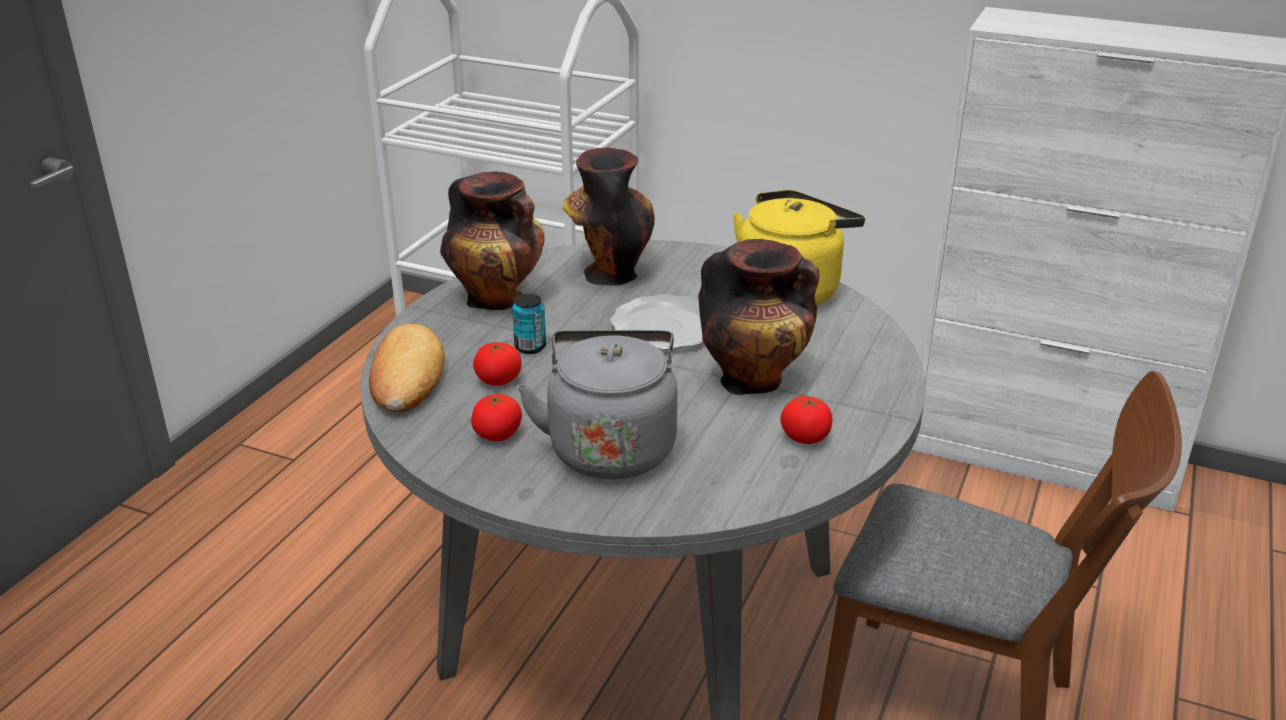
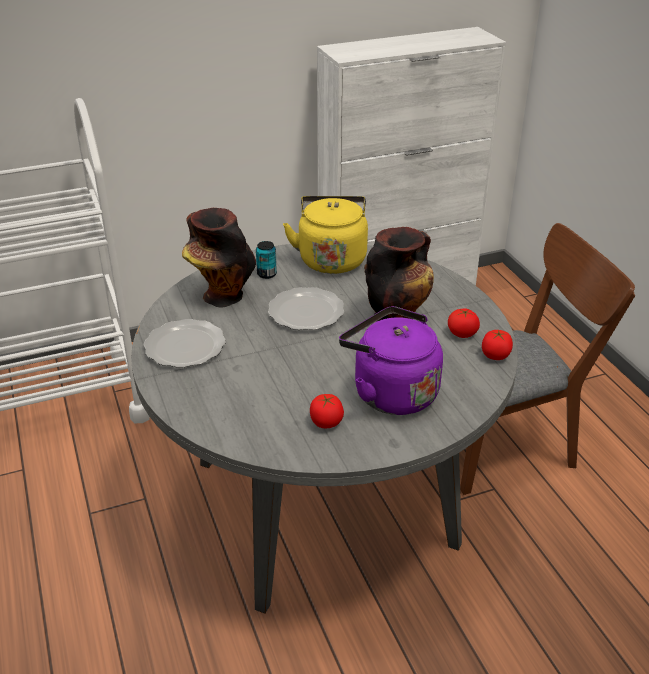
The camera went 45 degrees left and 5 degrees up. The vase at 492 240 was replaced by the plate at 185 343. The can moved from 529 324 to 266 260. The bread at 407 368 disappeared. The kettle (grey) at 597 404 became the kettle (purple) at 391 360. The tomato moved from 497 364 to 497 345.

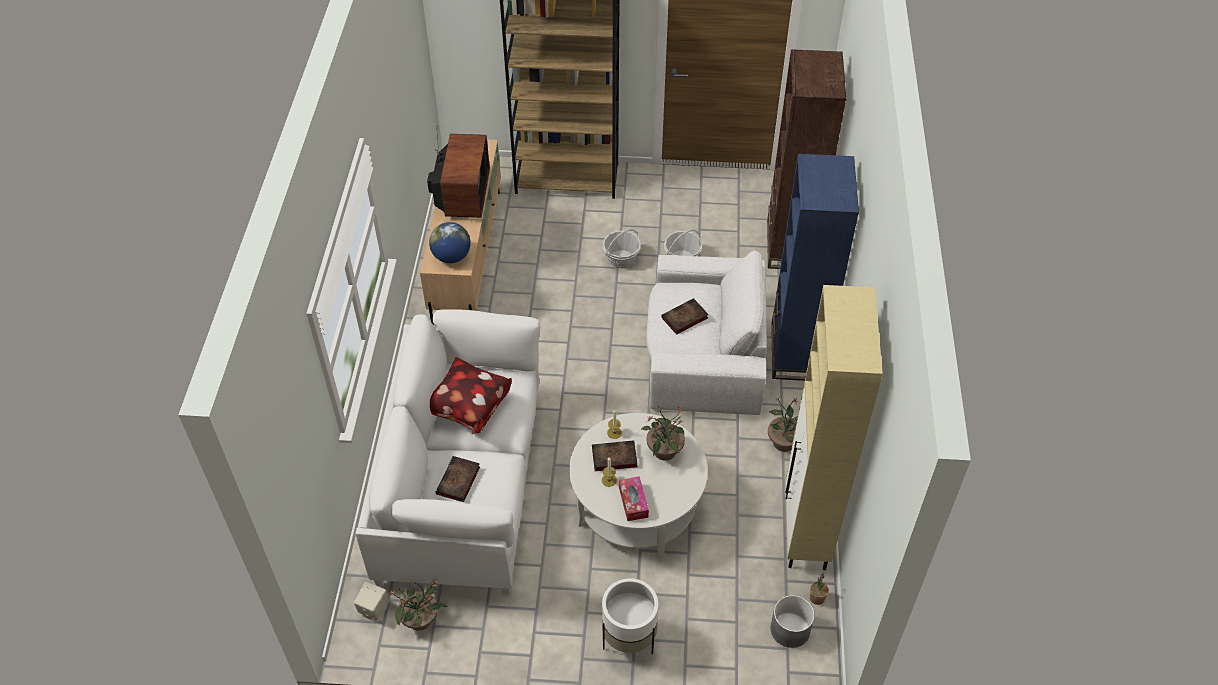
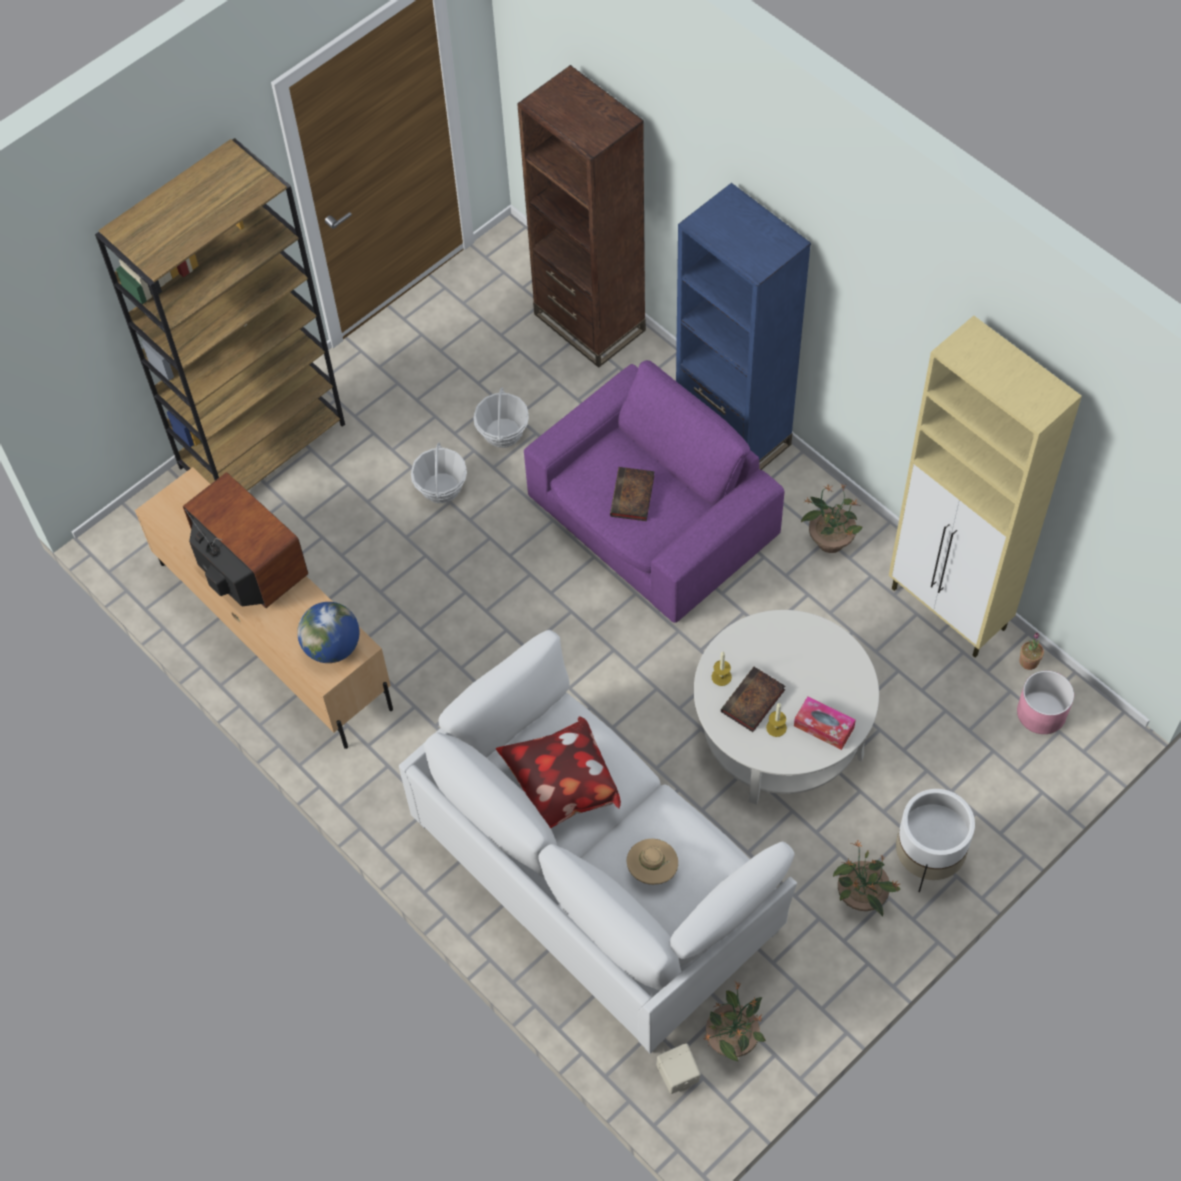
The camera went 45 degrees left and 10 degrees up. The armchair (white) at 706 332 became the armchair (purple) at 654 491. The potted plant moved from 663 433 to 867 878. The book at 458 479 was replaced by the hat (beige) at 652 862. The planter (grey) at 793 621 became the planter (pink) at 1045 702.

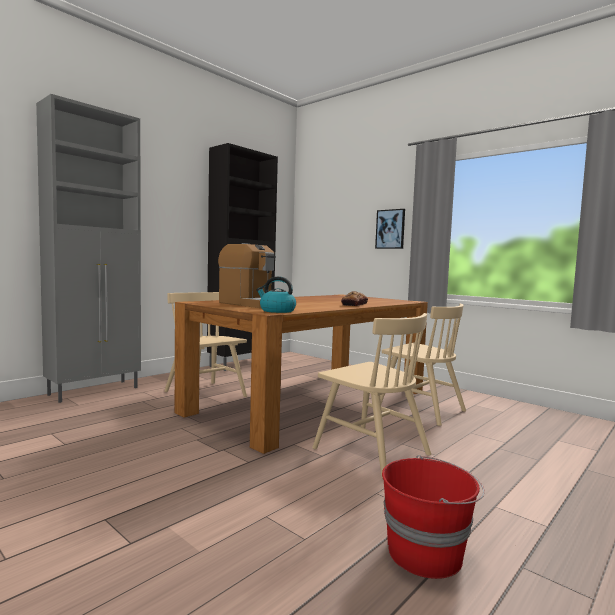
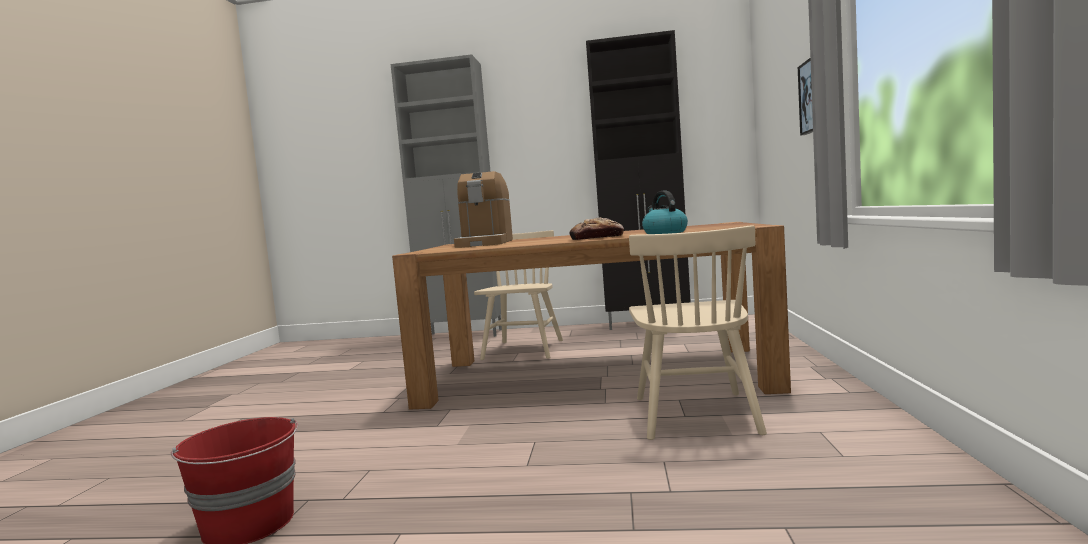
The camera went 55 degrees right and 0 degrees up. The kettle moved from 276 295 to 665 212. The chair (beige) at 371 395 disappeared.

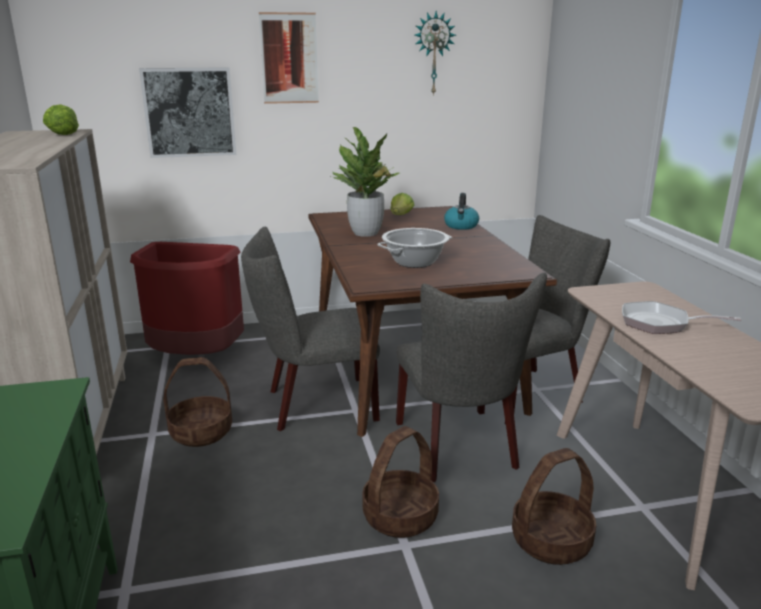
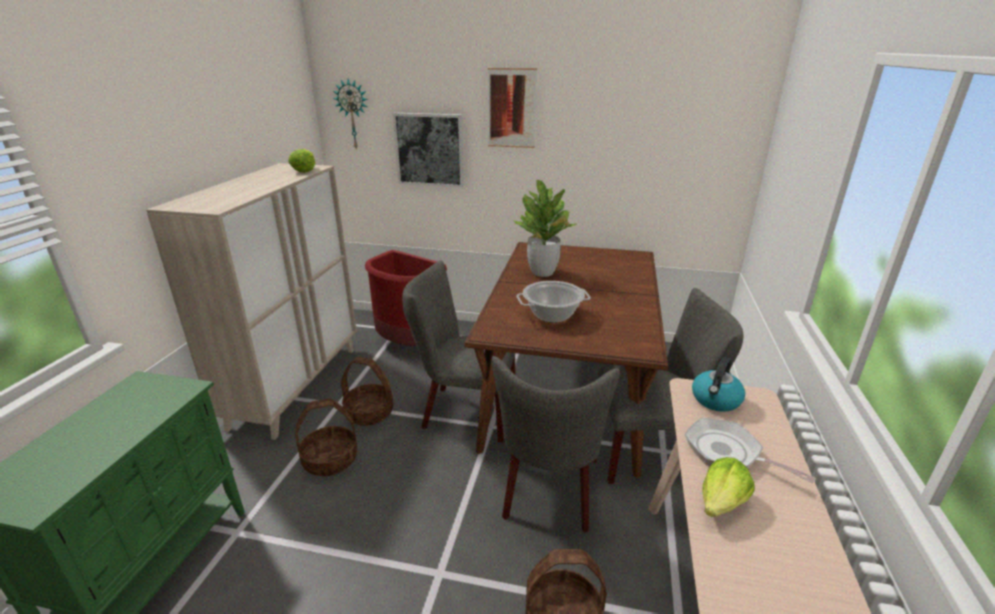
The camera went 25 degrees right and 5 degrees up. The wall clock moved from 435 53 to 350 114. The lettuce moved from 402 204 to 728 487. The kettle moved from 461 211 to 718 384. The basket moved from 400 482 to 326 437.

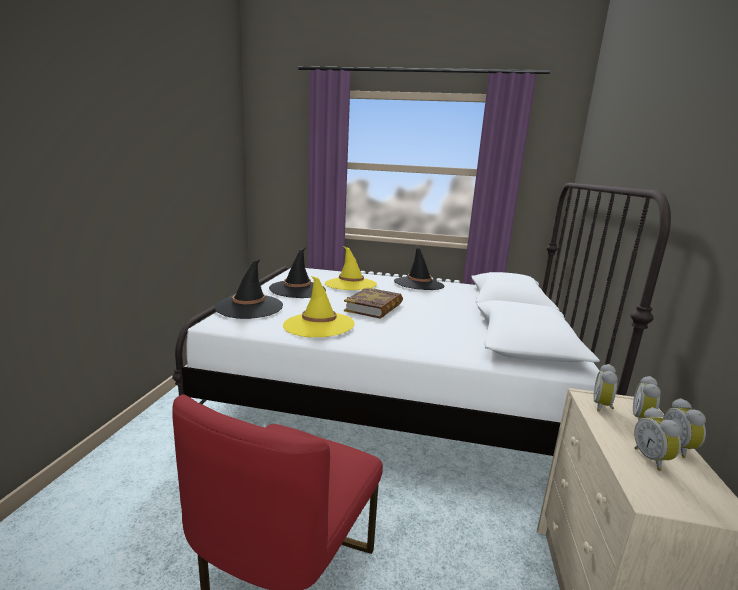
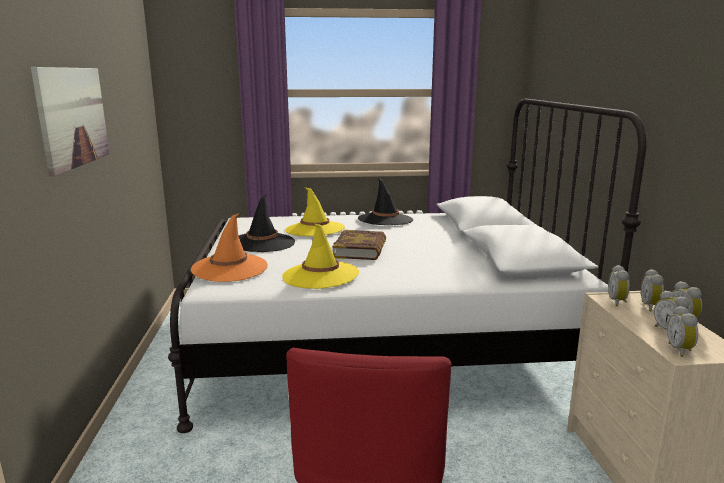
The camera went 15 degrees left and 0 degrees up. The hat (black) at 249 289 became the hat (orange) at 229 247. The picture at 70 121 appeared. The alarm clock at 682 331 appeared.

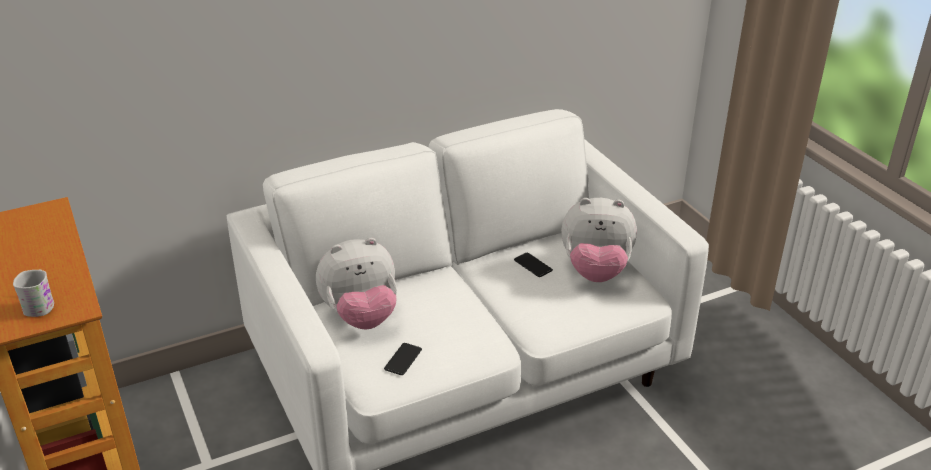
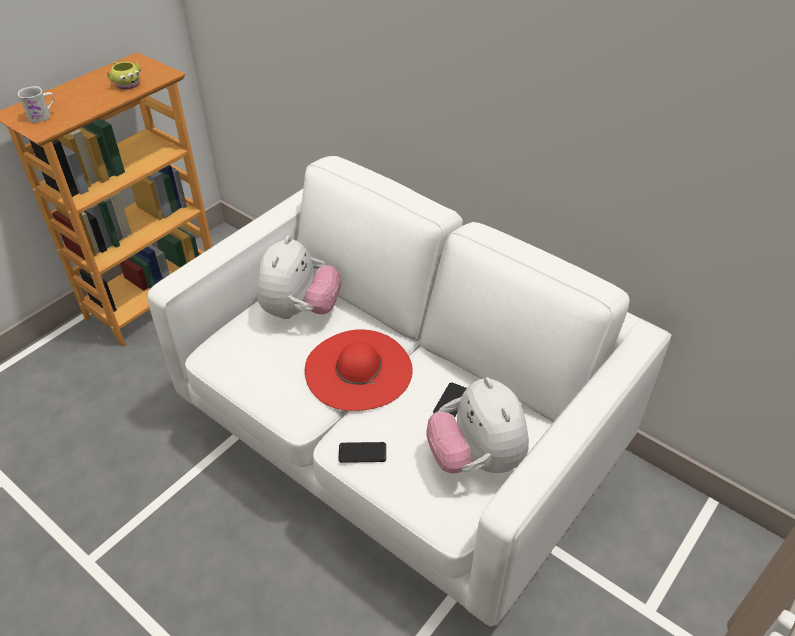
The camera went 65 degrees right and 10 degrees up. The plush toy at 356 283 turned 120 degrees counterclockwise. The phone moved from 403 359 to 362 452. The mug (yellow) at 124 75 appeared. The hat (red) at 359 370 appeared.

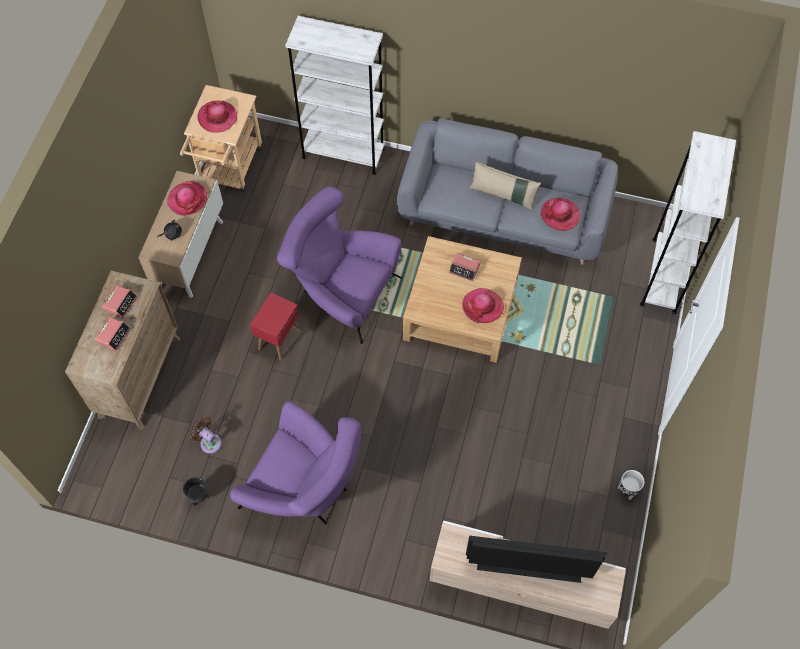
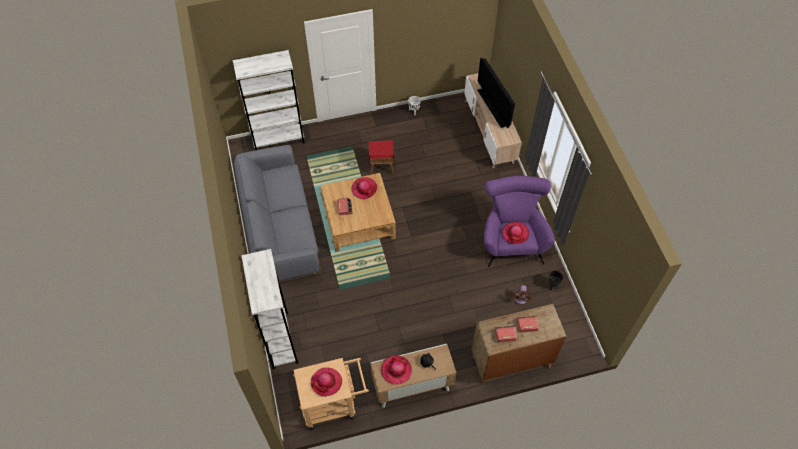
The camera went 120 degrees left and 5 degrees down. The pillow (beige) at 505 185 disappeared. The armchair (purple) at 339 265 disappeared. The hat moved from 560 214 to 515 233. The side table (red) moved from 275 326 to 381 157.

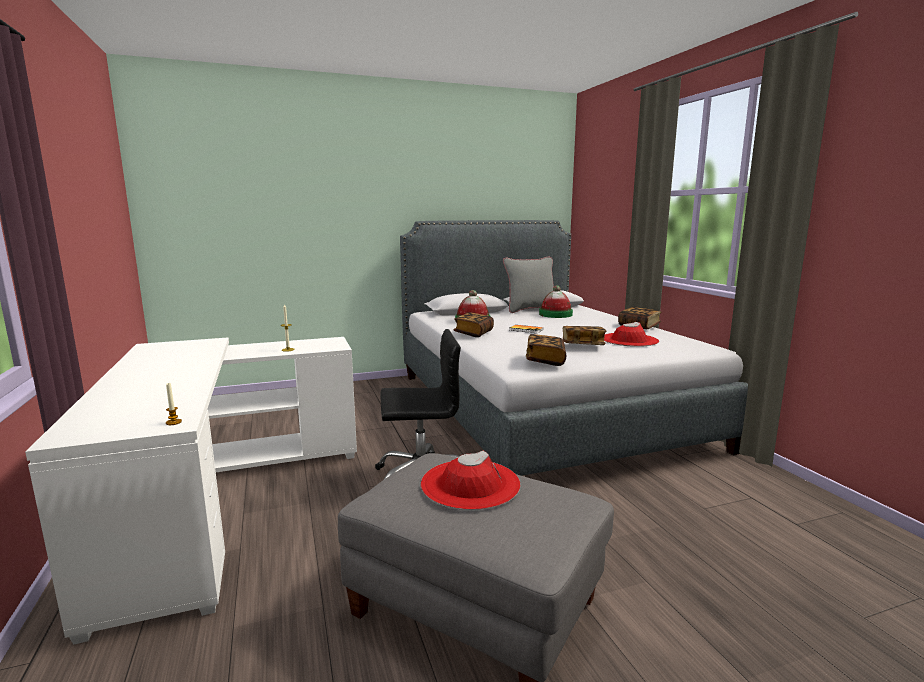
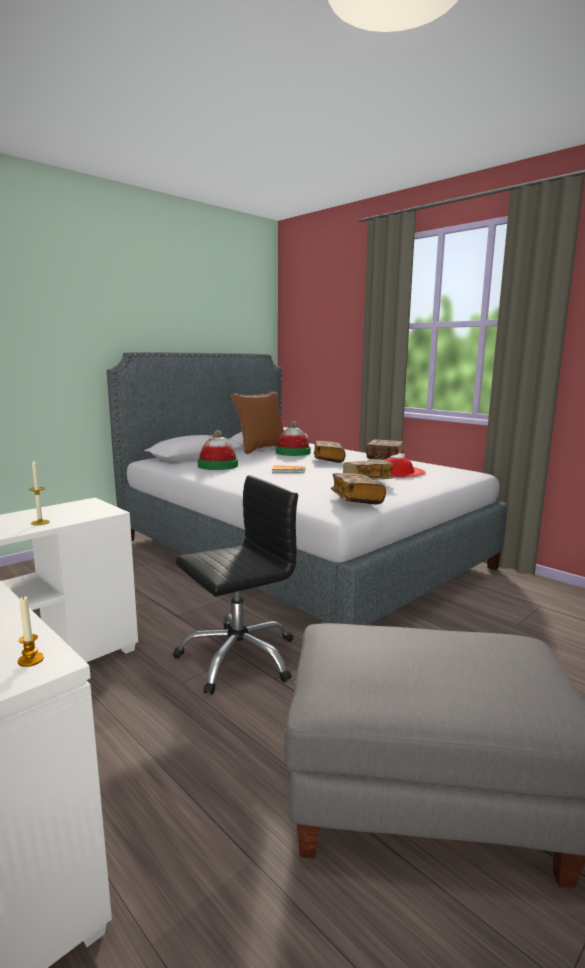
The camera went 25 degrees left and 0 degrees up. The pillow (grey) at 528 285 became the pillow (brown) at 257 423. The book moved from 474 325 to 330 452. The hat (red) at 471 480 disappeared.

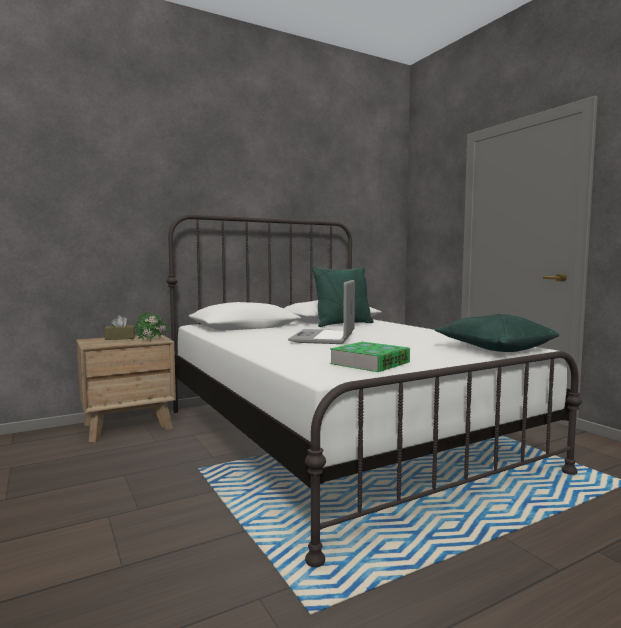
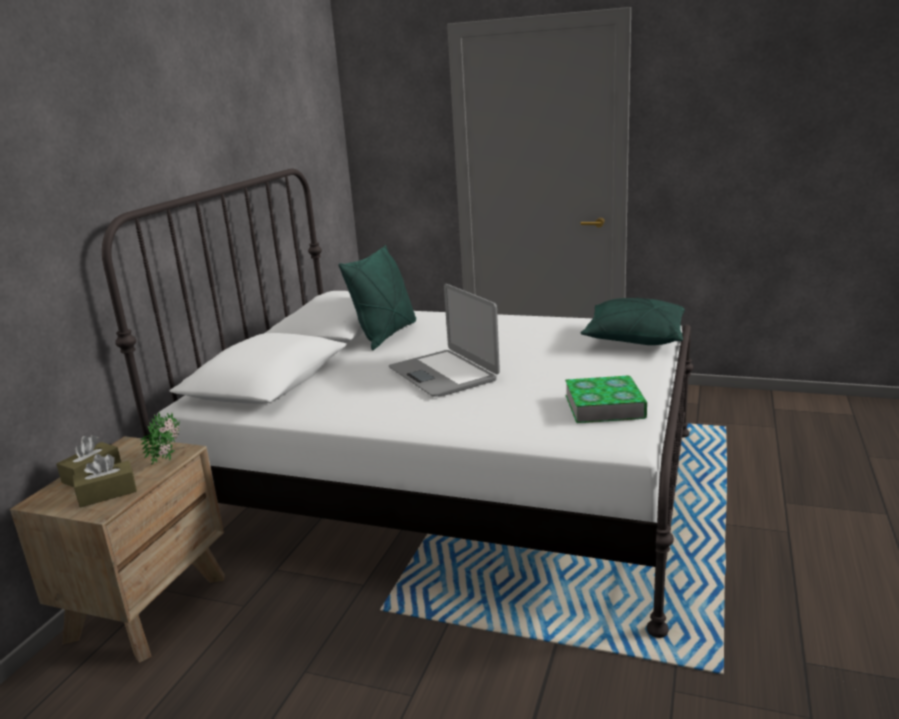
The camera went 40 degrees left and 15 degrees up. The tissue box (brown) at 105 481 appeared.

